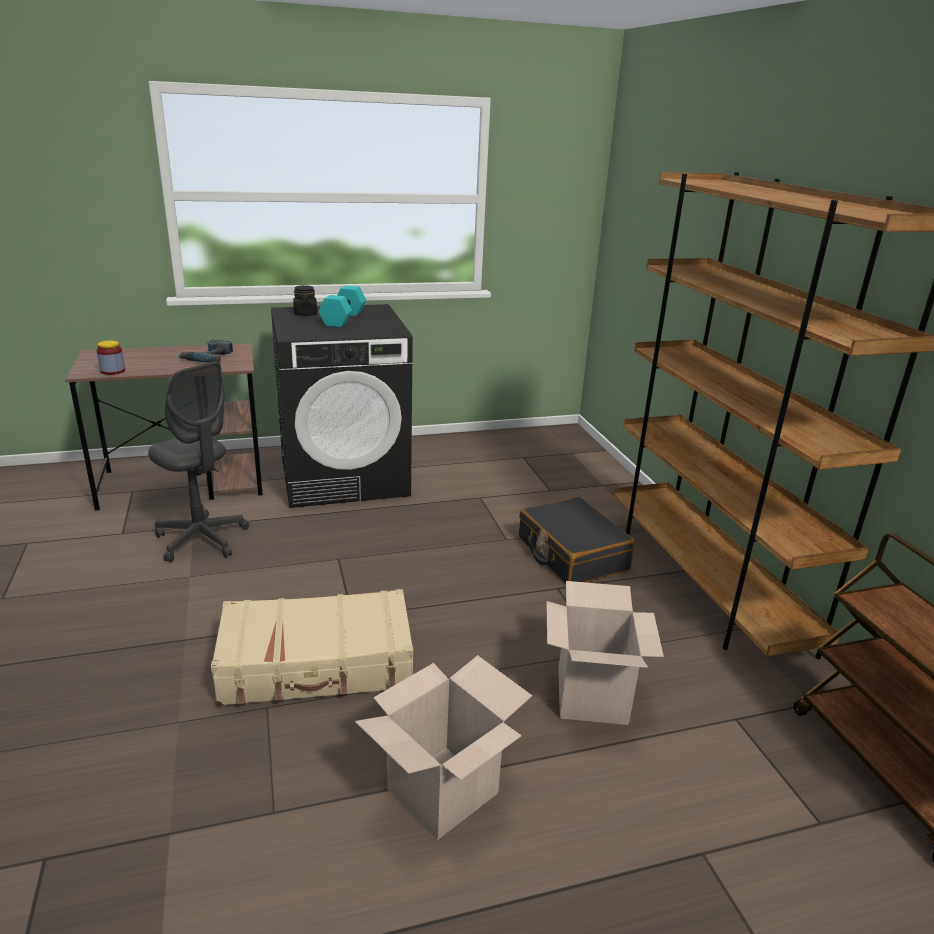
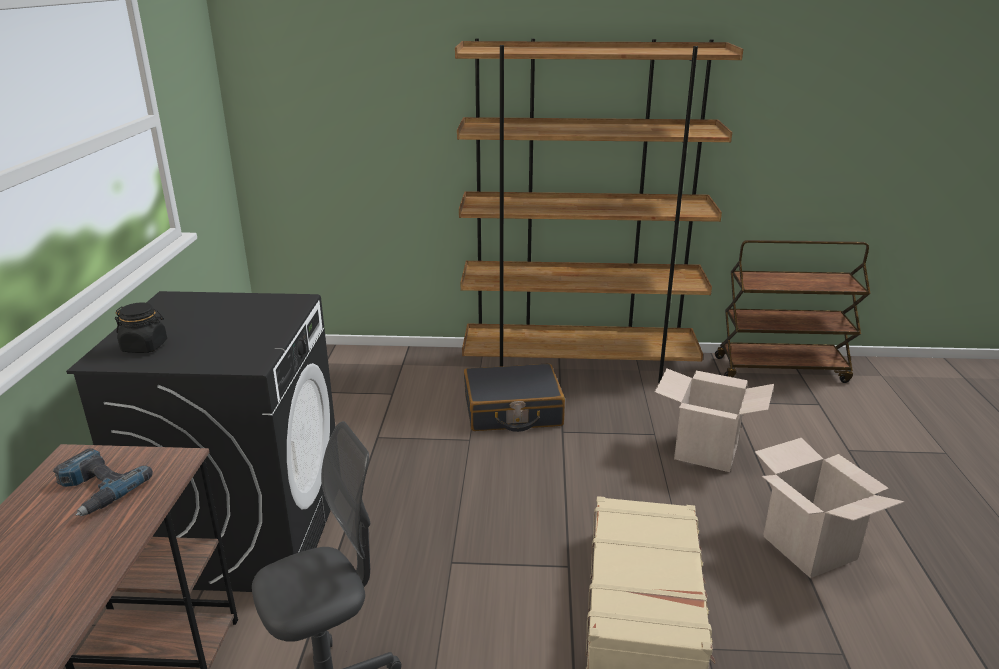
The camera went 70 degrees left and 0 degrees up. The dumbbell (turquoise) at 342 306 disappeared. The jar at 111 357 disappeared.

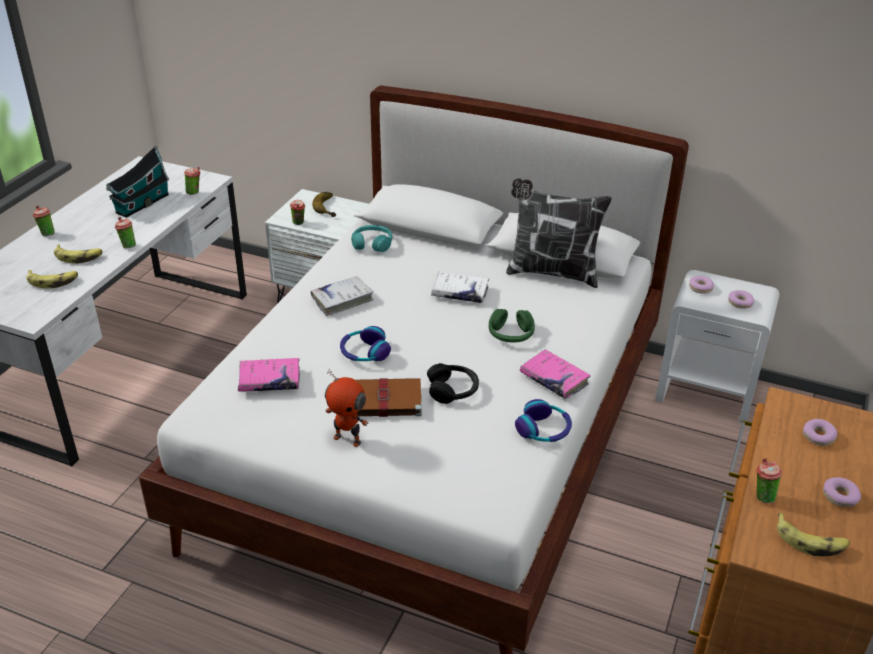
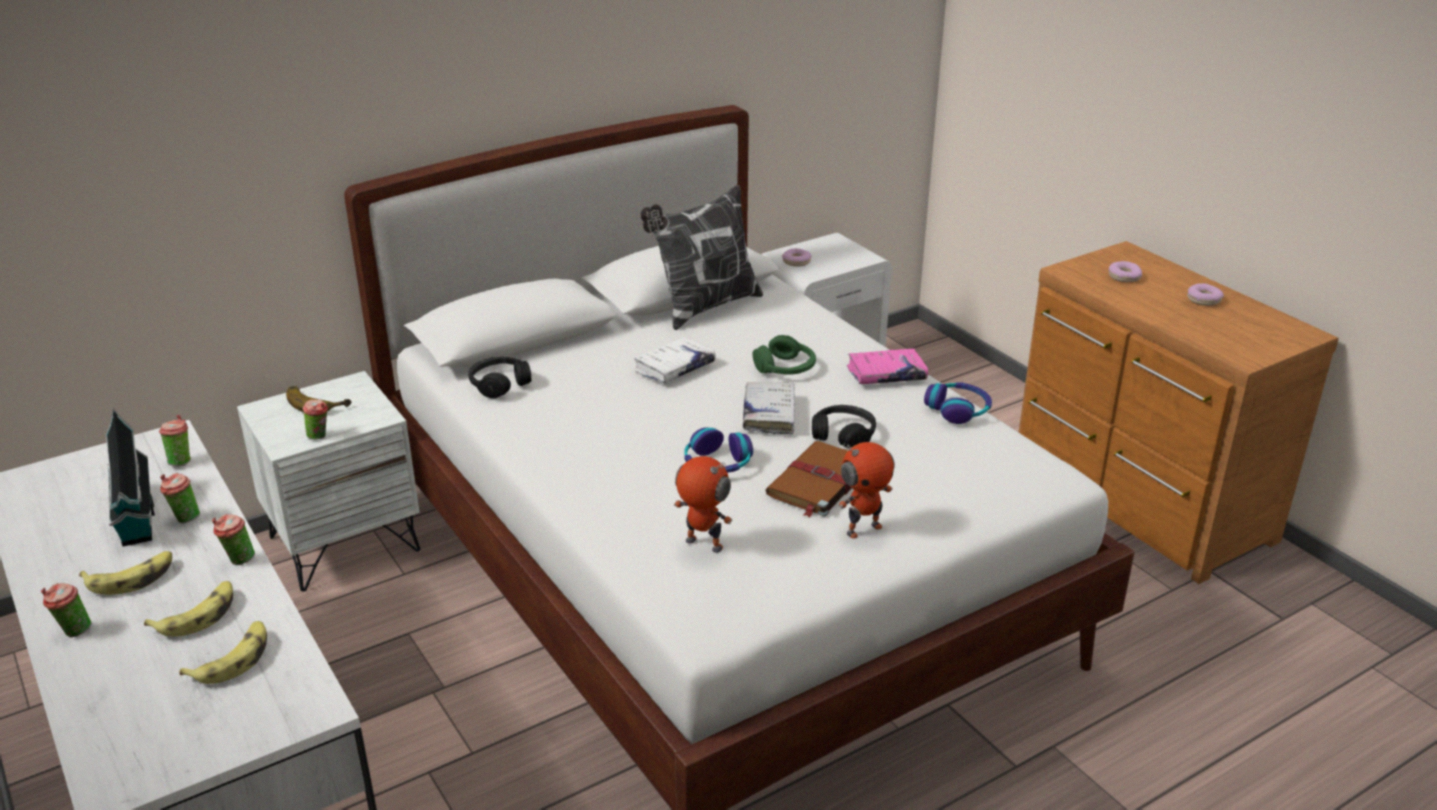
The camera went 55 degrees left and 5 degrees down. The headphones (turquoise) at 371 238 became the headphones (black) at 499 378. The book (white) moved from 342 296 to 769 408. The donut at 741 299 disappeared. The book (pink) at 269 375 was replaced by the toy robot at 703 504. The cup moved from 769 480 to 180 498. The banana moved from 813 534 to 125 573.

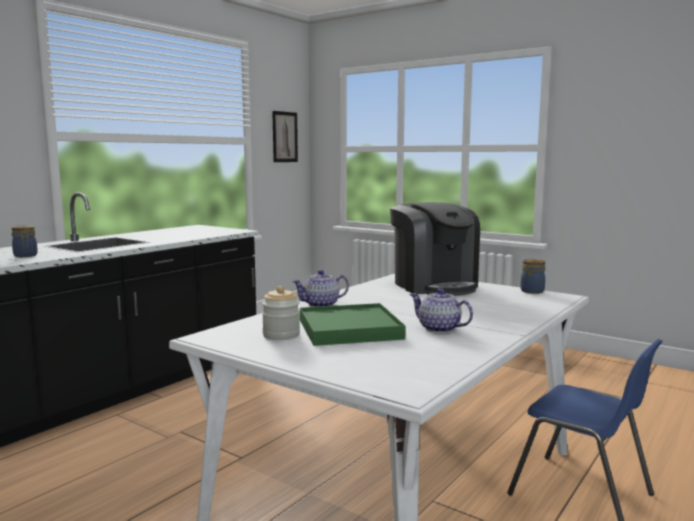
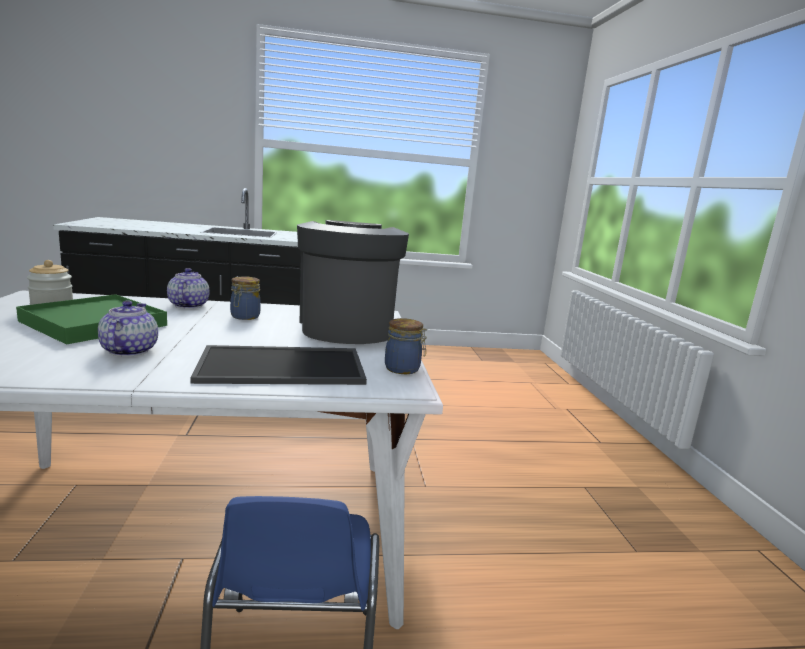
The camera went 45 degrees right and 5 degrees up. The picture at 285 136 disappeared. The coffee machine at 435 249 turned 150 degrees clockwise. The jar moved from 24 241 to 245 298. The teapot at 320 288 turned 60 degrees clockwise. The tray at 279 365 appeared.

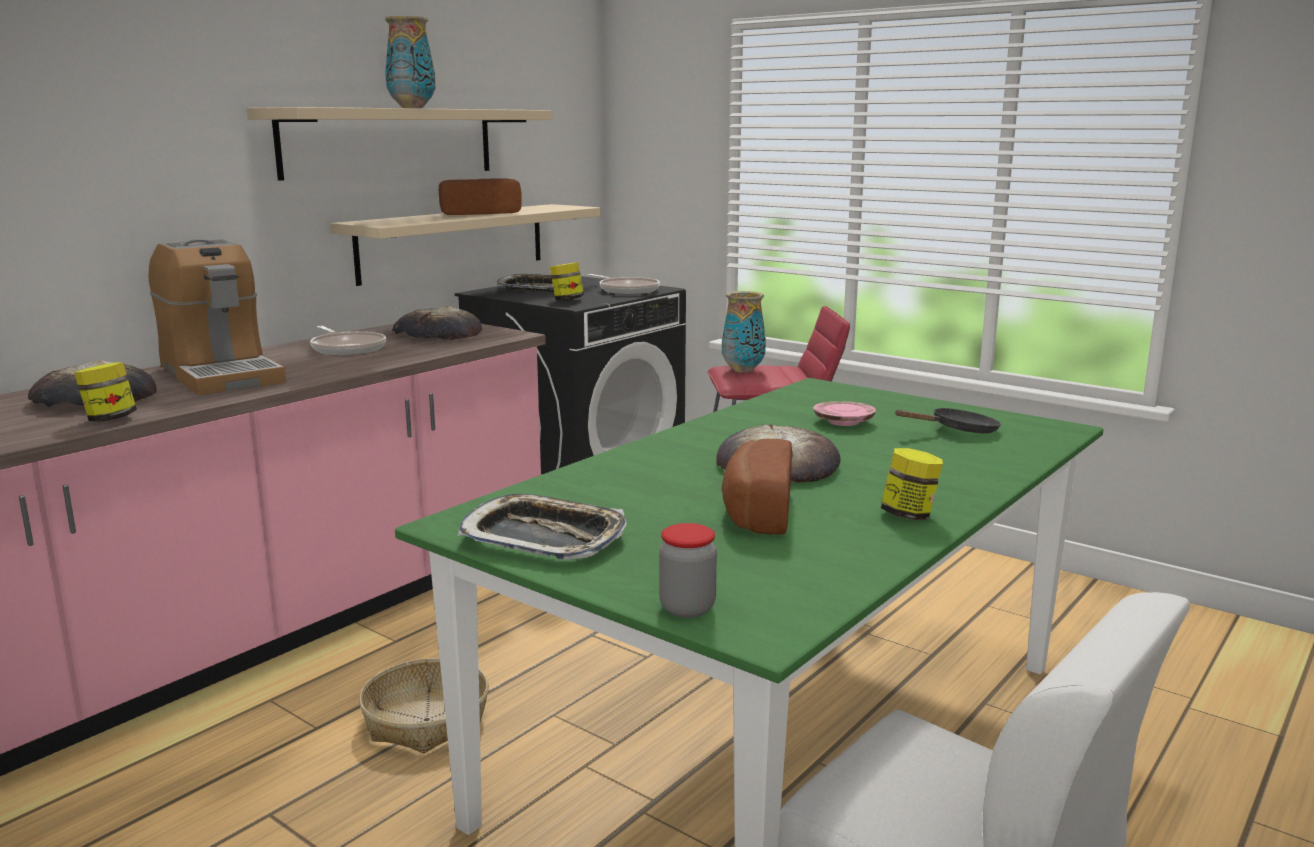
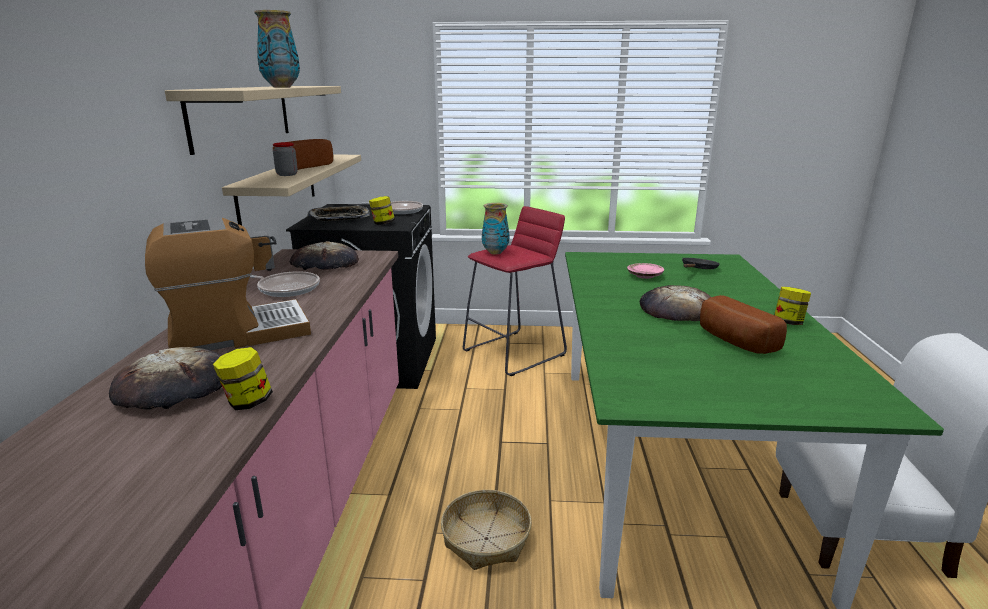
The camera went 35 degrees left and 5 degrees up. The coffee machine at 217 317 turned 45 degrees counterclockwise. The tray at 542 527 disappeared. The jar moved from 688 570 to 285 159.

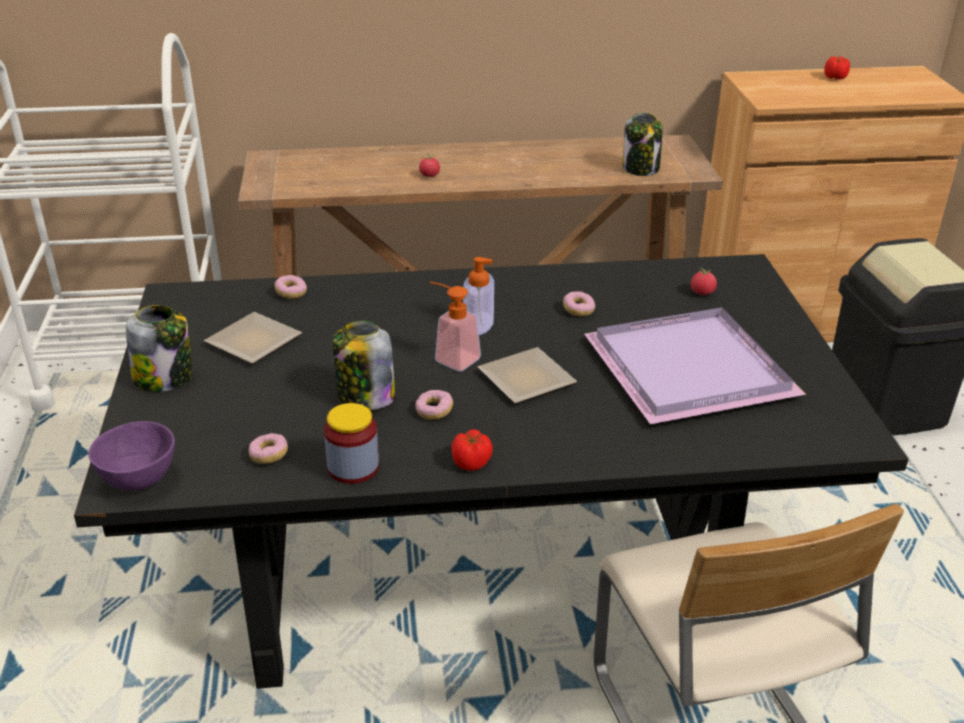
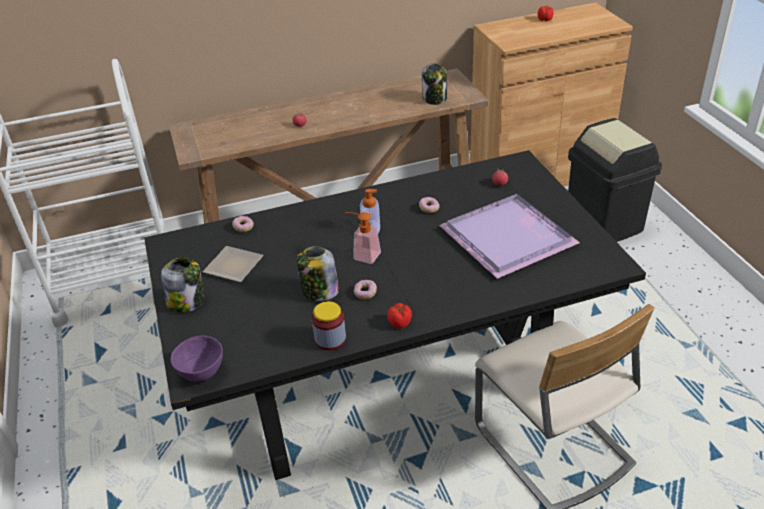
The camera went 10 degrees left and 5 degrees up. The plate at 527 375 disappeared. The donut at 268 448 disappeared.

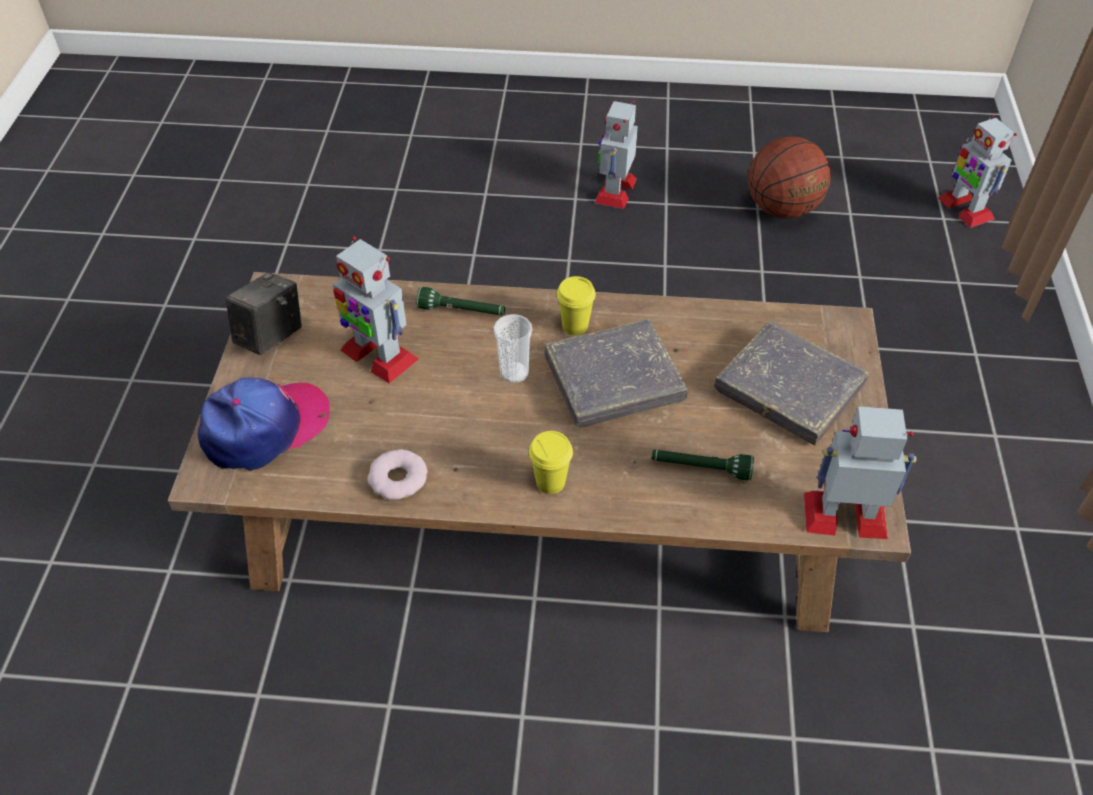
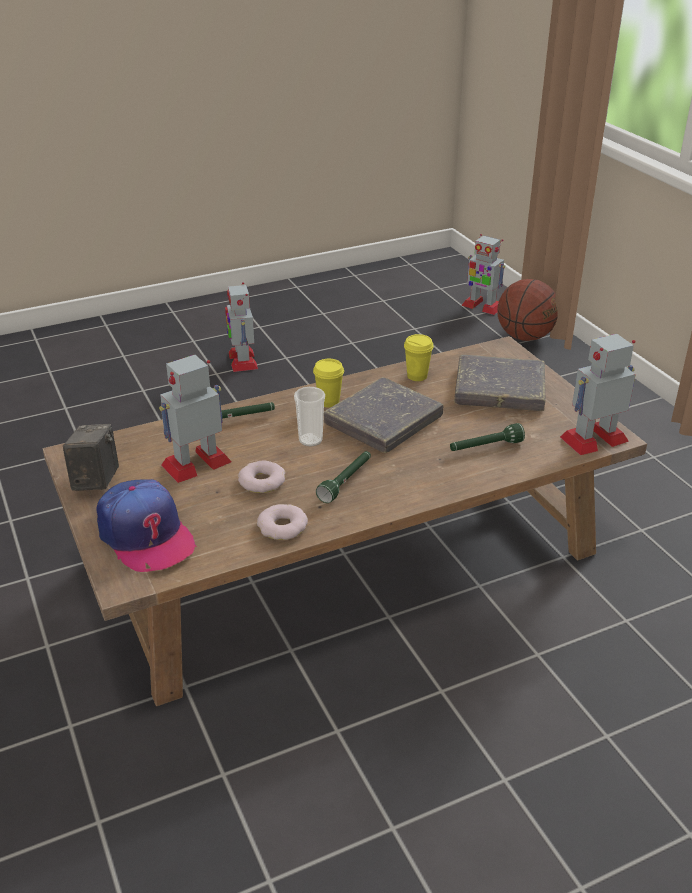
The camera went 30 degrees left and 15 degrees down. The basketball moved from 789 177 to 527 310. The toy robot at 376 310 turned 135 degrees clockwise. The cap at 264 424 turned 120 degrees clockwise. The cup (yellow) moved from 551 462 to 419 357. The flashlight (green) at 343 477 appeared. The donut at 261 477 appeared.

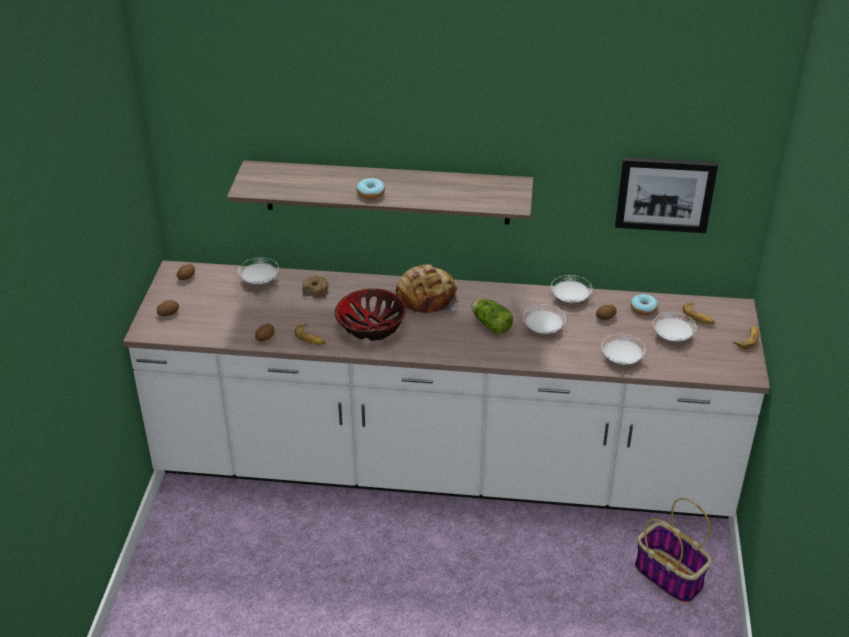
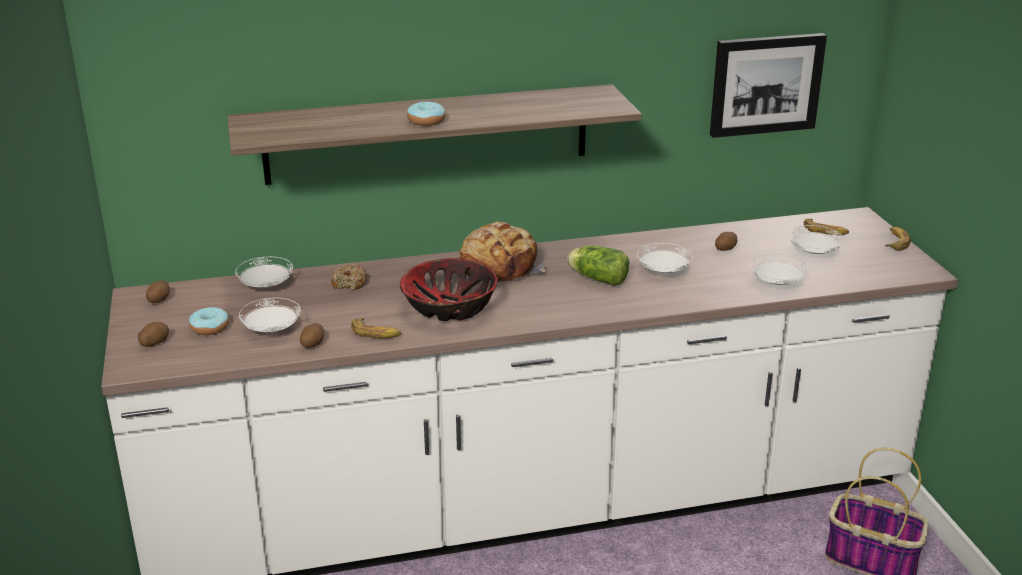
The camera went 20 degrees left and 10 degrees down. The plate (white) moved from 571 288 to 270 315. The donut moved from 644 304 to 209 321.

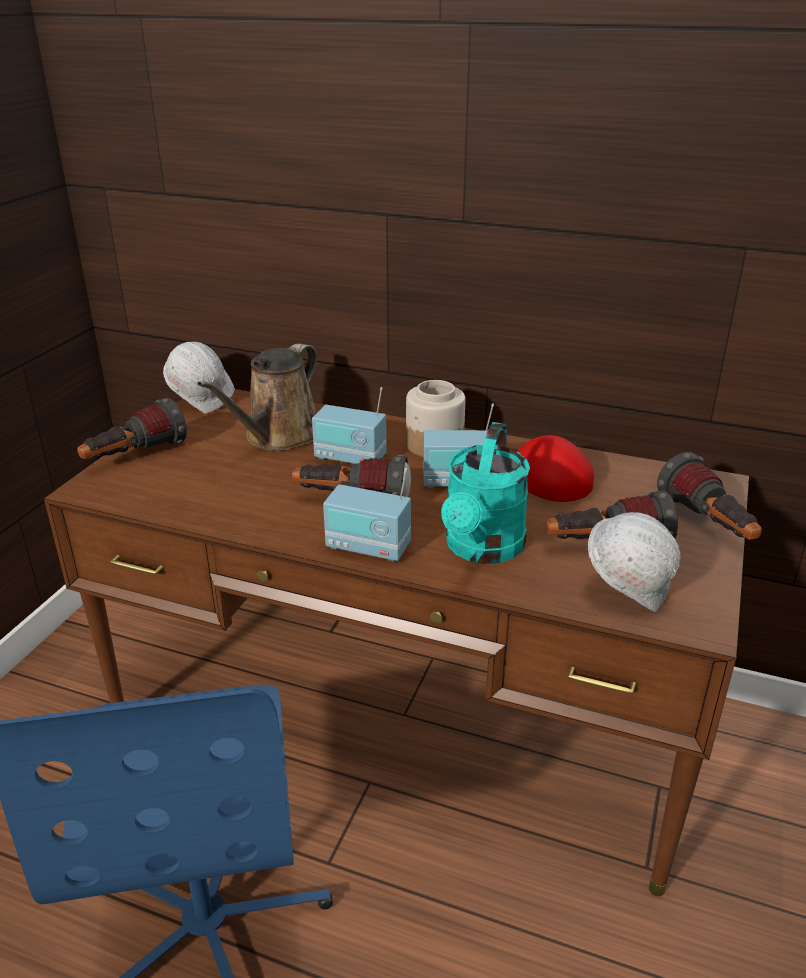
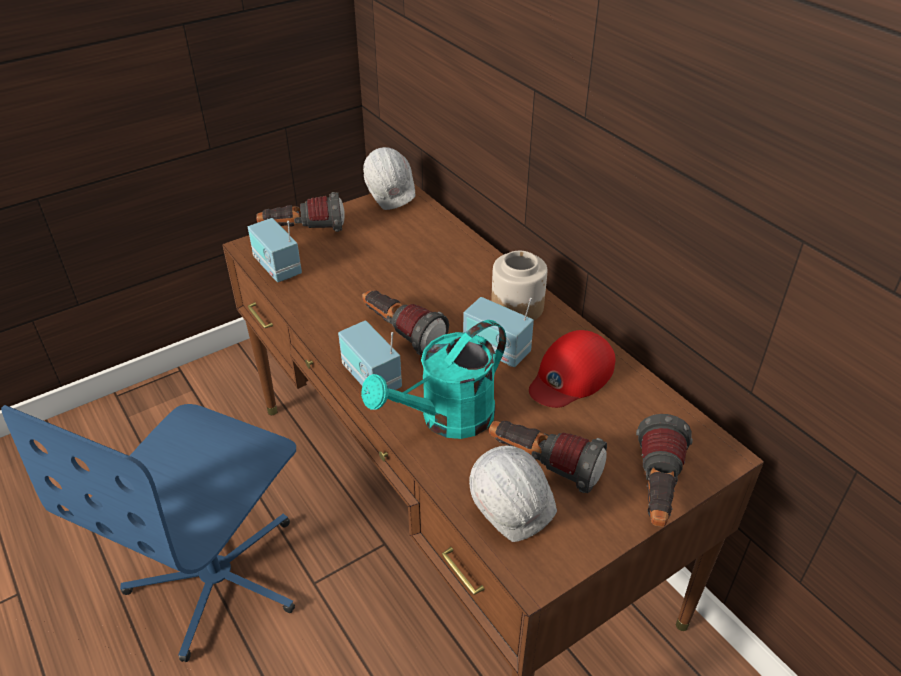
The camera went 35 degrees right and 10 degrees up. The watering can (brown) at 257 397 disappeared. The radio moved from 349 425 to 275 250. The cap (red) at 552 468 turned 135 degrees counterclockwise.

